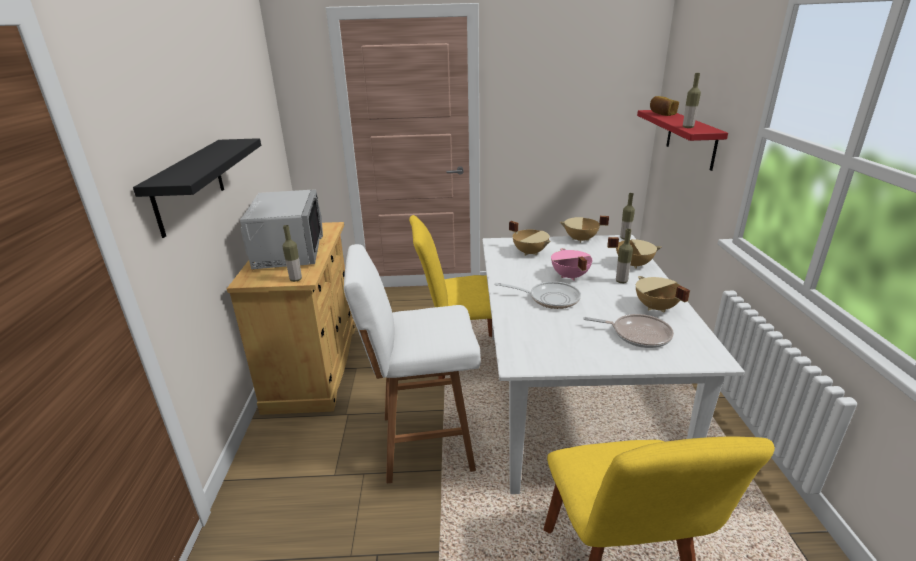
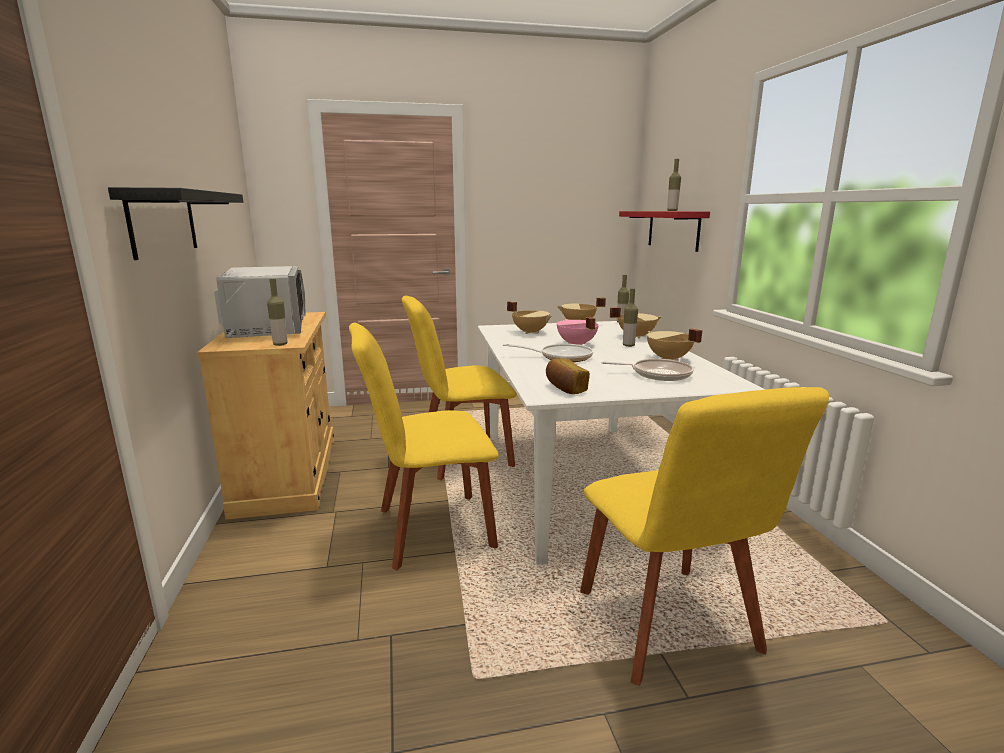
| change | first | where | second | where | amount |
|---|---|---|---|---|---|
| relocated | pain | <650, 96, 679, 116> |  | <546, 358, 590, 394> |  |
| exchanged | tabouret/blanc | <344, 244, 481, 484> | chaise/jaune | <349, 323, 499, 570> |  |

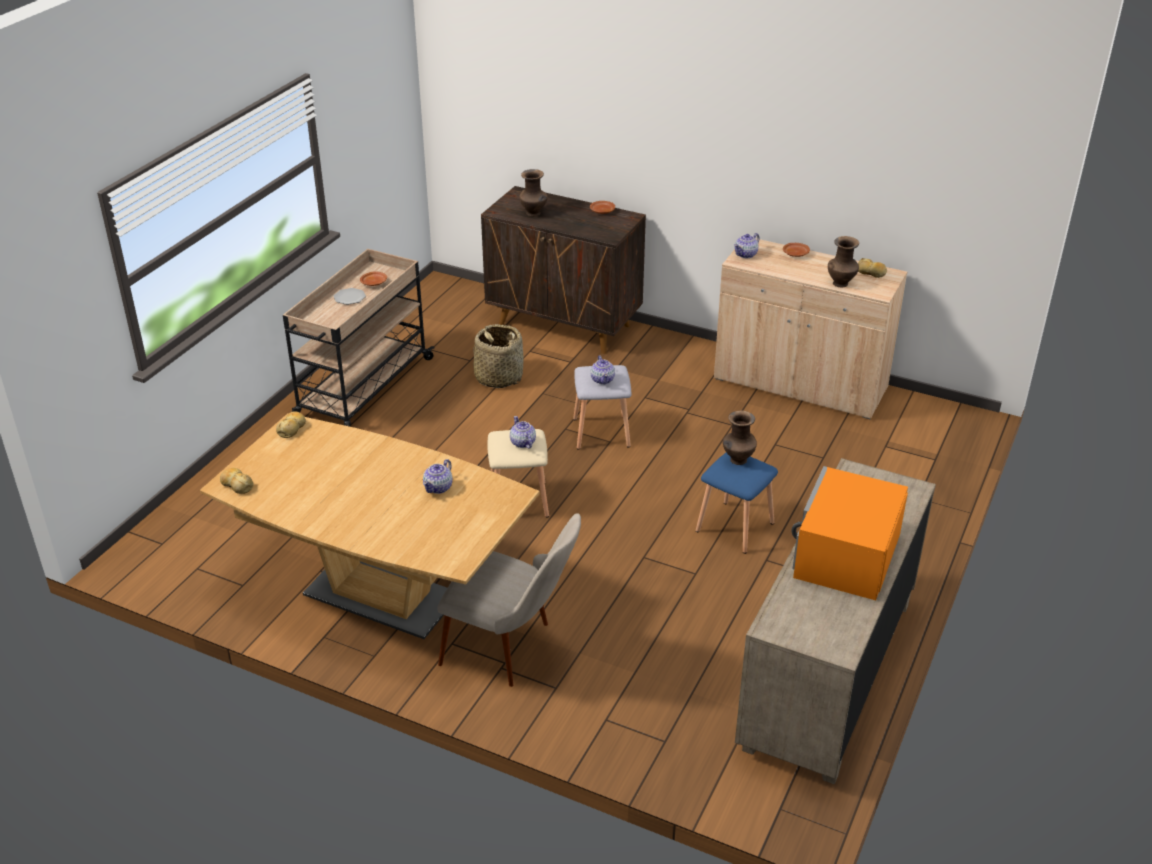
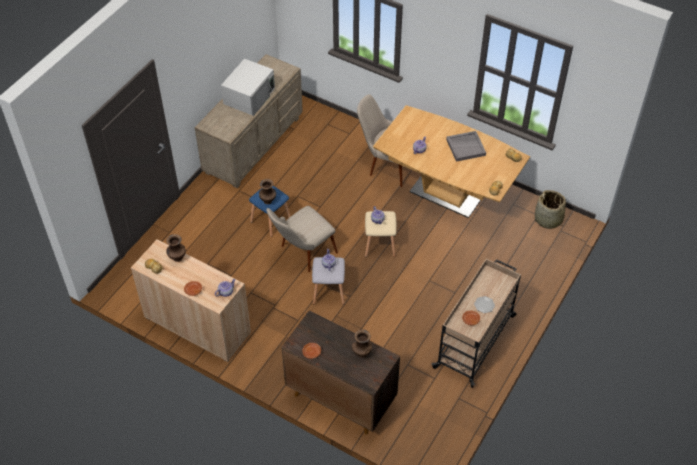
| change | first | where | second | where | amount |
|---|---|---|---|---|---|
| relocated | panier | <473, 324, 523, 388> |  | <535, 190, 566, 229> |  |
| colour | micro-ondes/orange | <791, 466, 908, 600> | micro-ondes/blanc | <221, 59, 275, 116> |  |
| appeared |  |  | plateau/gris | <446, 131, 486, 162> |  |
| appeared |  |  | chaise/beige | <266, 206, 338, 272> |  |

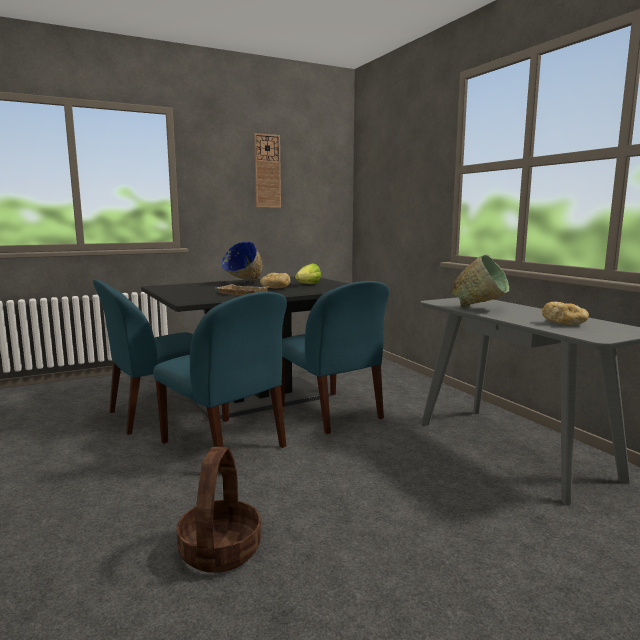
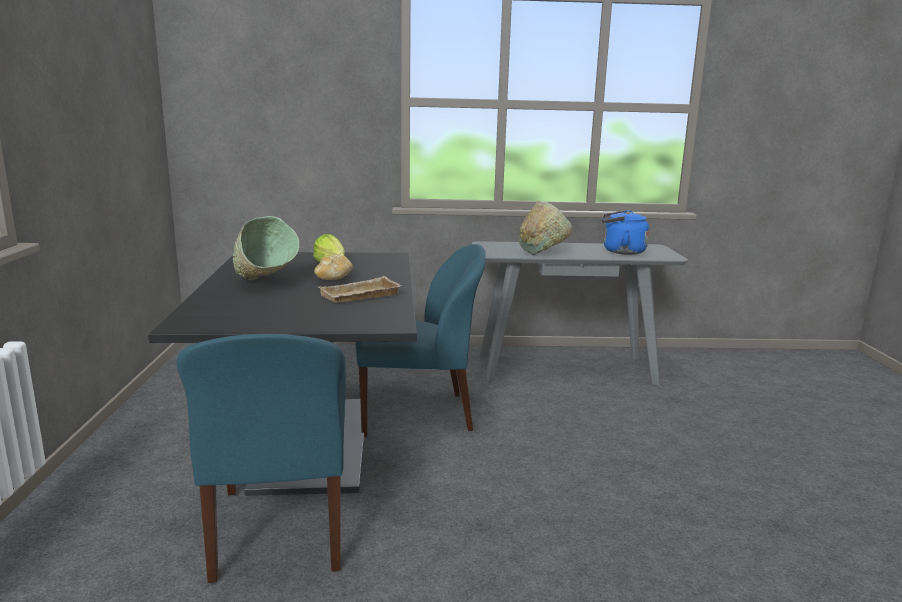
| change | first | where | second | where | amount |
|---|---|---|---|---|---|
| missing | horloge murale | <254, 133, 281, 208> |  |  |  |
| colour | bol/bleu | <222, 242, 263, 283> | bol/vert | <233, 216, 300, 281> |  |
| missing | chaise/bleu | <153, 292, 287, 475> |  |  |  |
| exchanged | pain | <542, 302, 589, 325> | bouilloire/bleu | <602, 210, 649, 255> |  |
| missing | panier | <176, 447, 261, 573> |  |  |  |

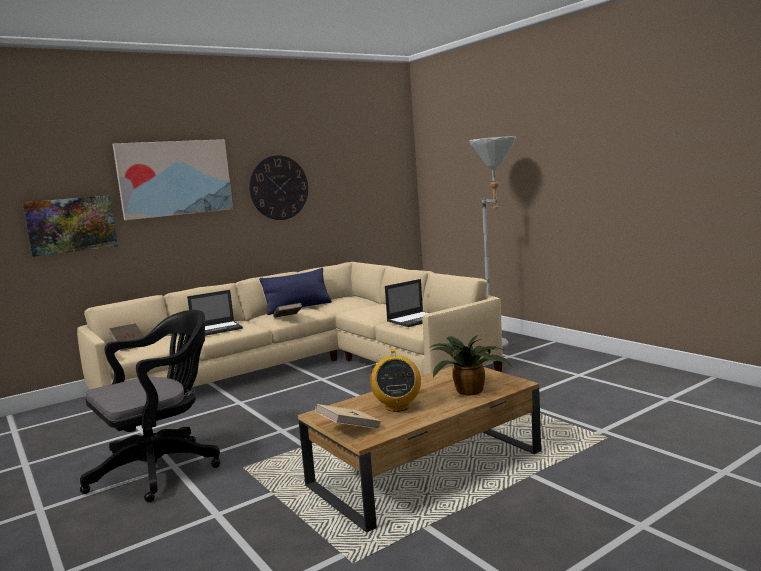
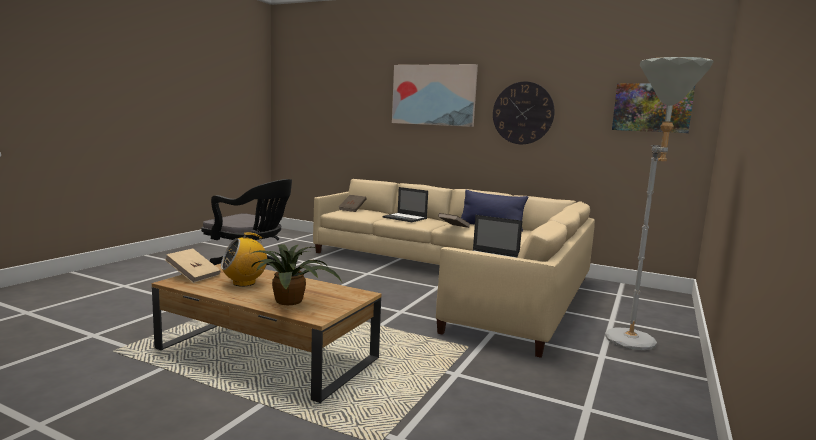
| change | first | where | second | where | amount |
|---|---|---|---|---|---|
| relocated | tableau | <22, 195, 118, 257> |  | <612, 83, 695, 133> |  |

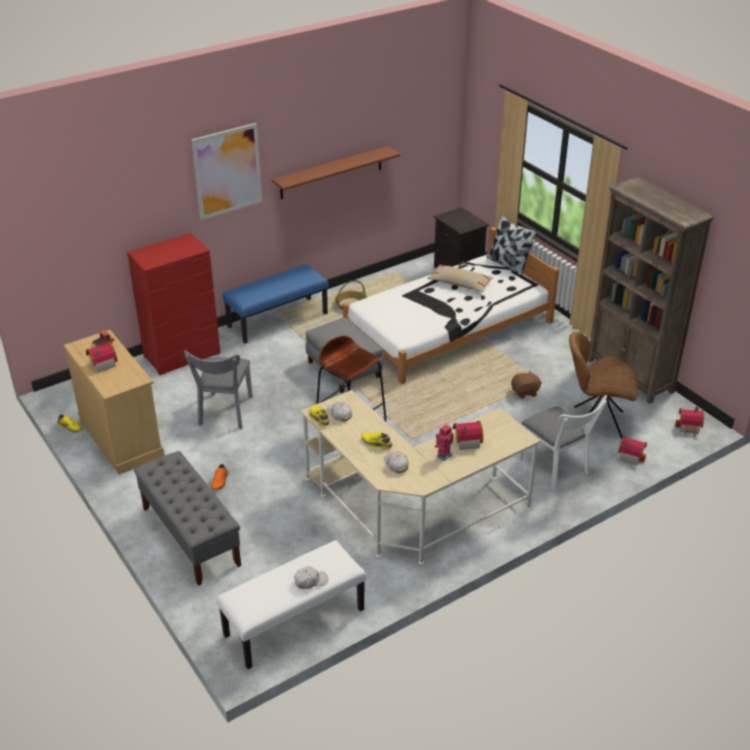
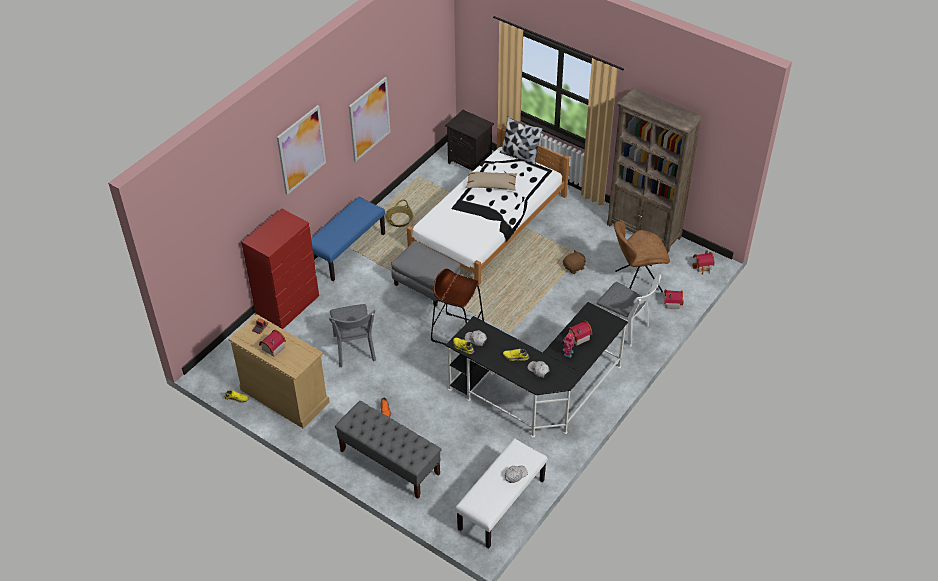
| change | first | where | second | where | amount |
|---|---|---|---|---|---|
| exchanged | étagère/marron | <272, 146, 400, 199> | tableau | <349, 77, 391, 162> |  |
| colour | bureau/beige | <300, 390, 541, 565> | bureau/noir | <445, 302, 628, 438> |  |

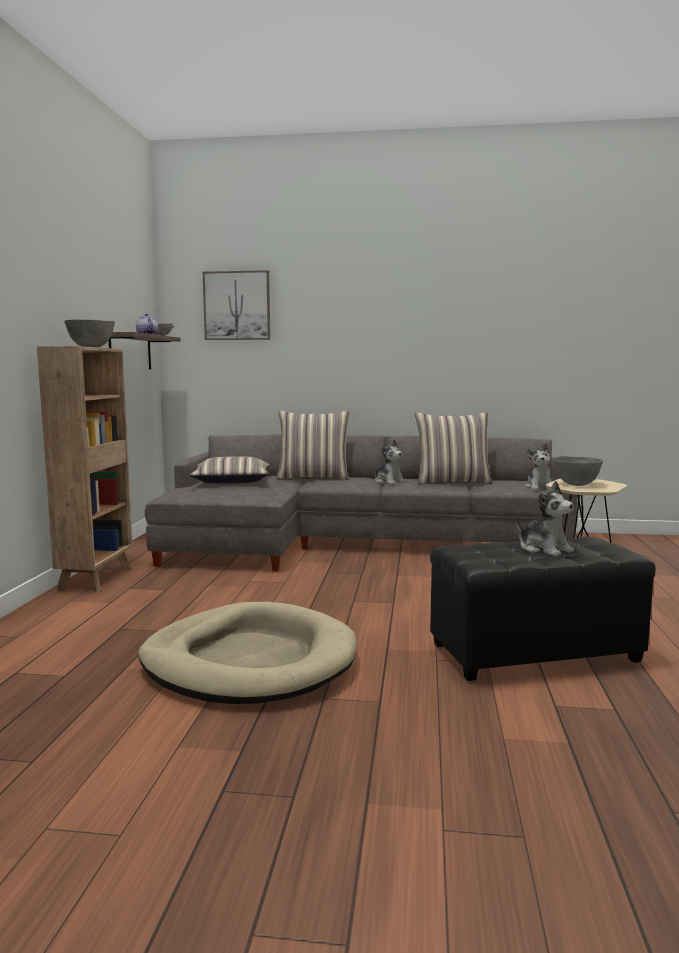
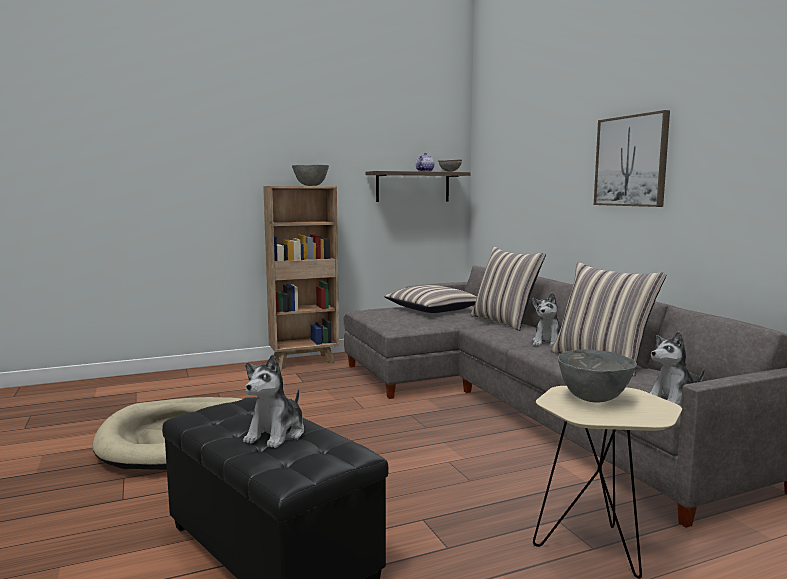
| change | first | where | second | where | amount |
|---|---|---|---|---|---|
| relocated | tableau | <203, 270, 270, 340> |  | <594, 110, 670, 207> |  |

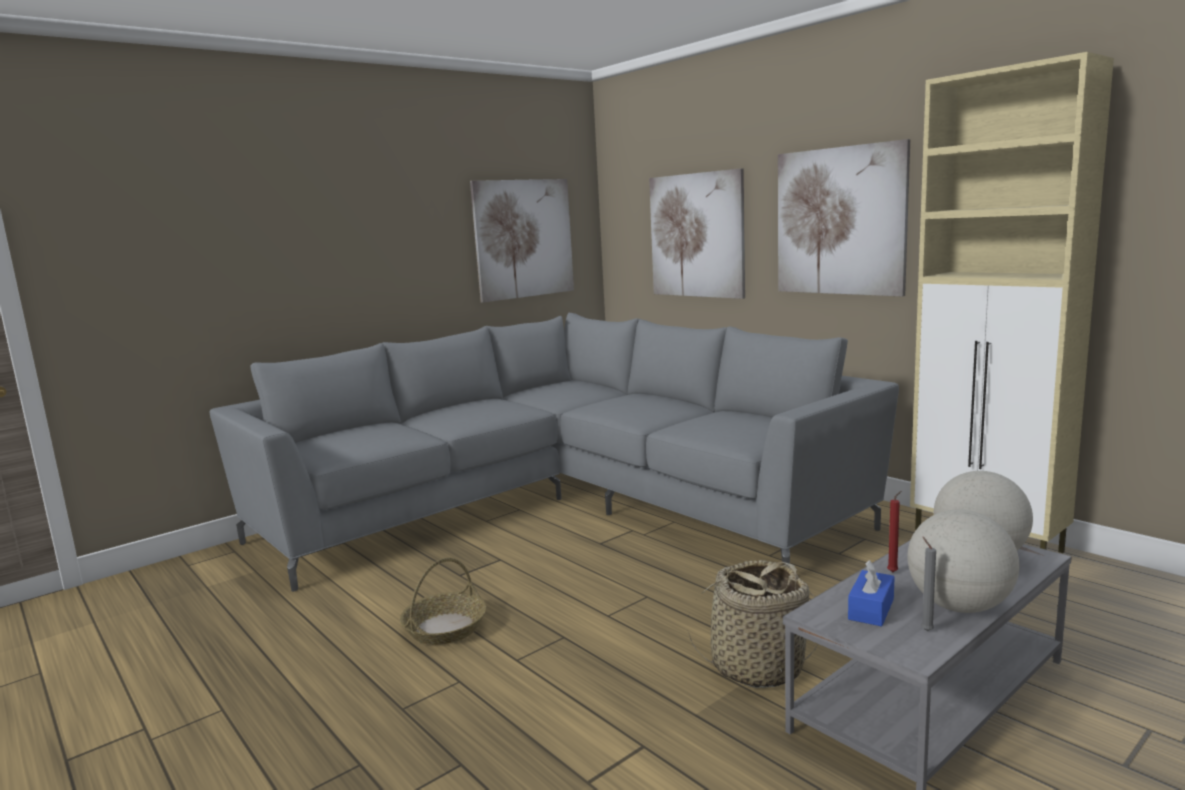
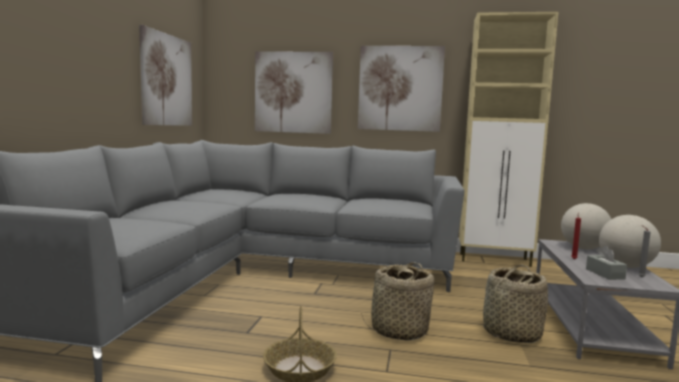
| change | first | where | second | where | amount |
|---|---|---|---|---|---|
| colour | boîte à mouchoirs/bleu | <848, 560, 895, 627> | boîte à mouchoirs/gris | <586, 246, 627, 280> |  |
| appeared |  |  | panier | <361, 262, 434, 341> |  |

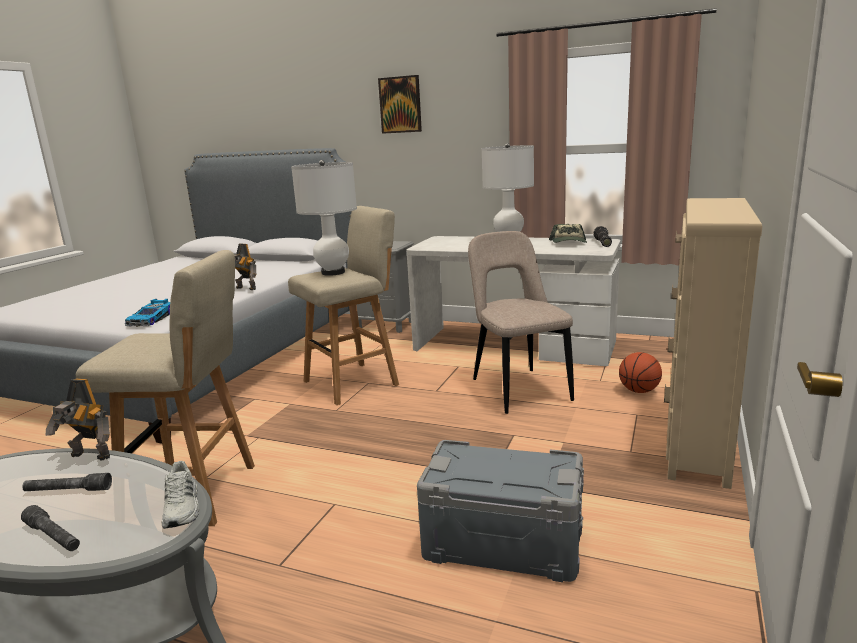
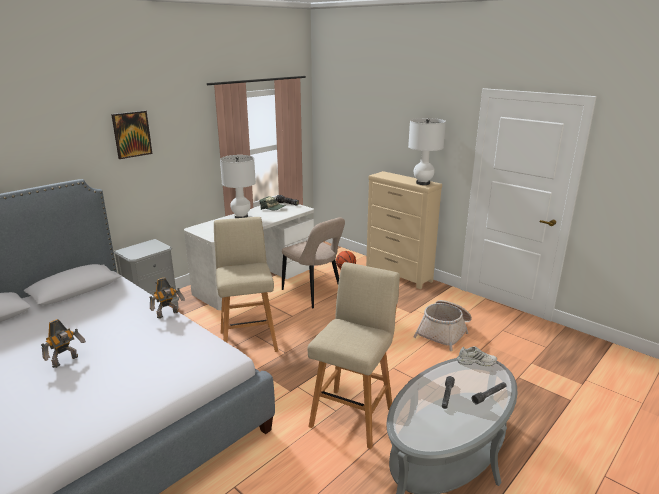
| change | first | where | second | where | amount |
|---|---|---|---|---|---|
| relocated | lampe de table/blanc | <291, 160, 357, 276> |  | <408, 118, 446, 185> |  |
| spun | chaise/beige | <468, 231, 574, 414> |  | <282, 217, 345, 309> | 135 degrees counterclockwise |
| missing | petite voiture | <125, 299, 170, 327> |  |  |  |
| relocated | robot jouet | <45, 379, 110, 461> |  | <41, 319, 86, 368> |  |
| exchanged | boîte de rangement/gris | <417, 440, 584, 582> | panier | <414, 300, 472, 351> |  |

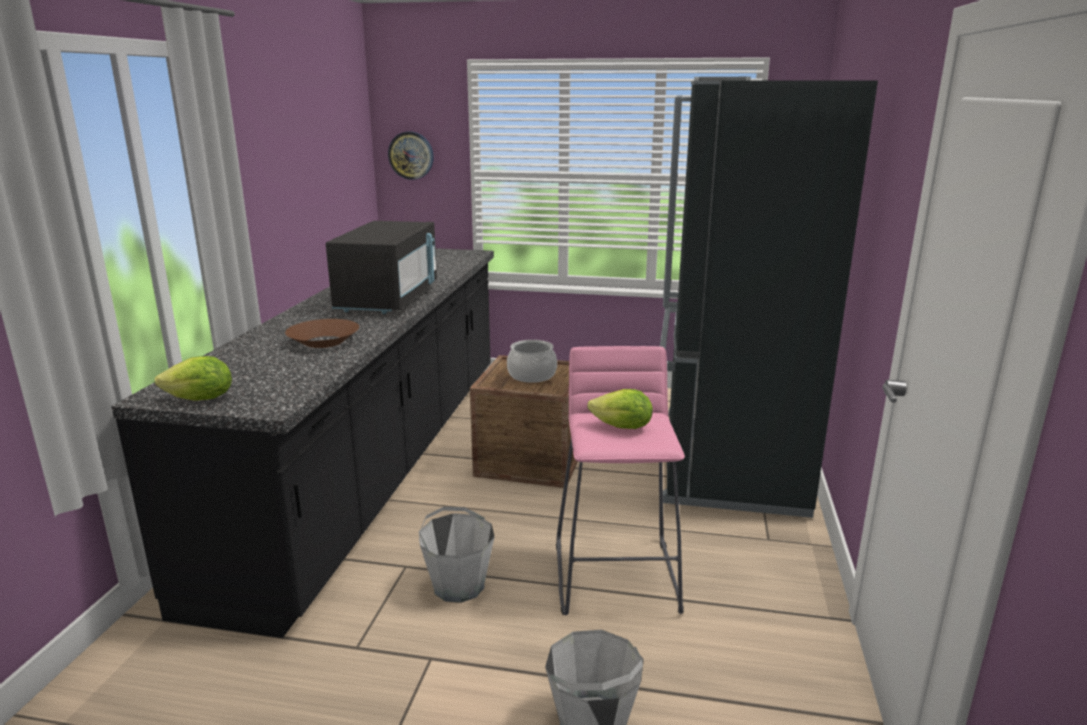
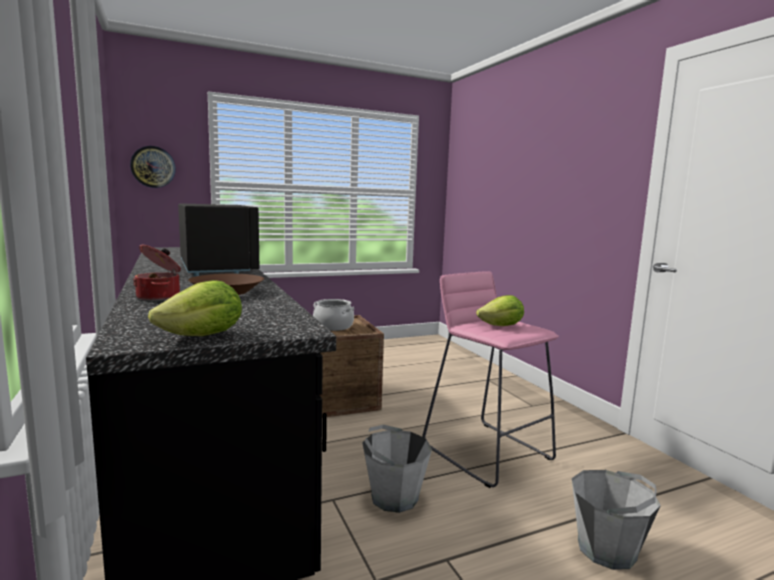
| change | first | where | second | where | amount |
|---|---|---|---|---|---|
| missing | réfrigérateur/noir | <660, 77, 878, 518> |  |  |  |
| appeared |  |  | marmite | <133, 245, 181, 301> |  |

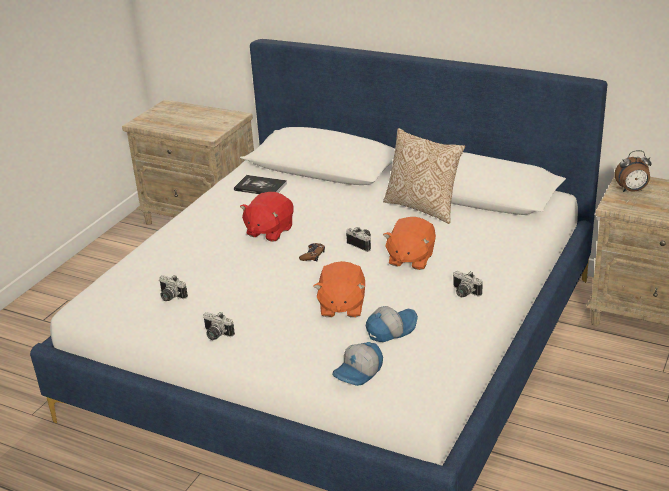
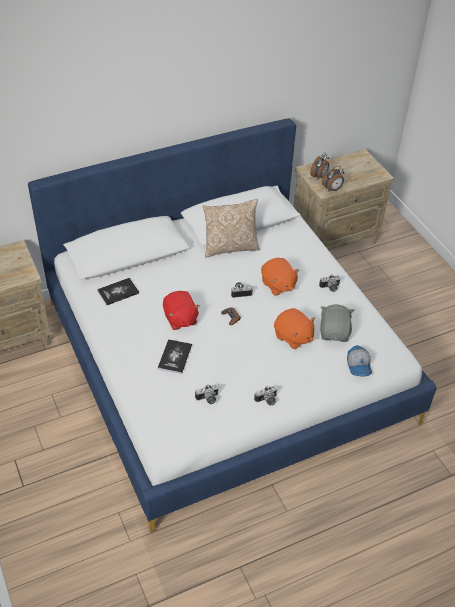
| change | first | where | second | where | amount |
|---|---|---|---|---|---|
| exchanged | casquette | <366, 306, 418, 342> | peluche/gris | <320, 305, 354, 342> |  |
| appeared |  |  | réveil | <322, 166, 344, 192> |  |
| appeared |  |  | livre | <158, 339, 192, 374> |  |

